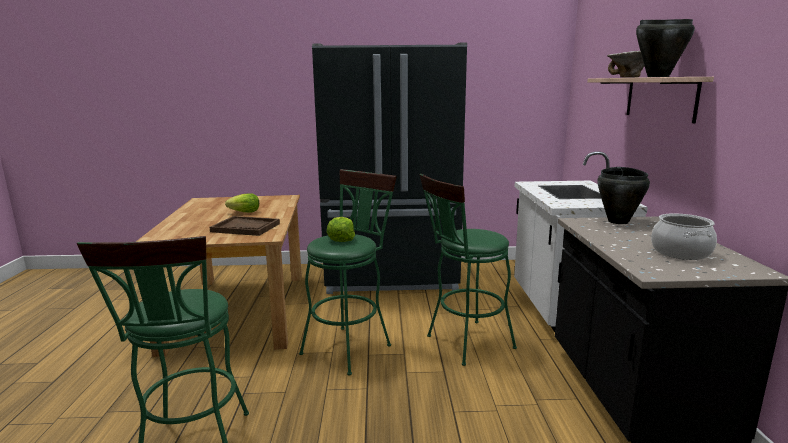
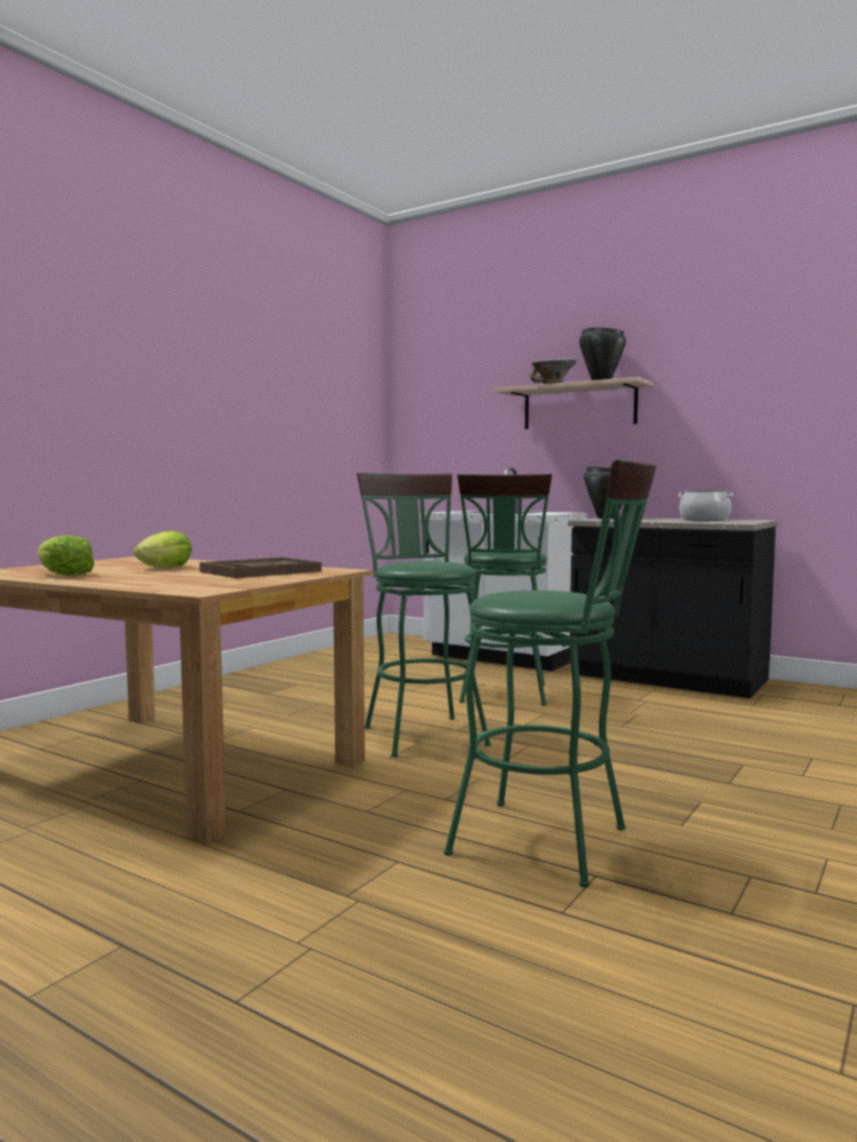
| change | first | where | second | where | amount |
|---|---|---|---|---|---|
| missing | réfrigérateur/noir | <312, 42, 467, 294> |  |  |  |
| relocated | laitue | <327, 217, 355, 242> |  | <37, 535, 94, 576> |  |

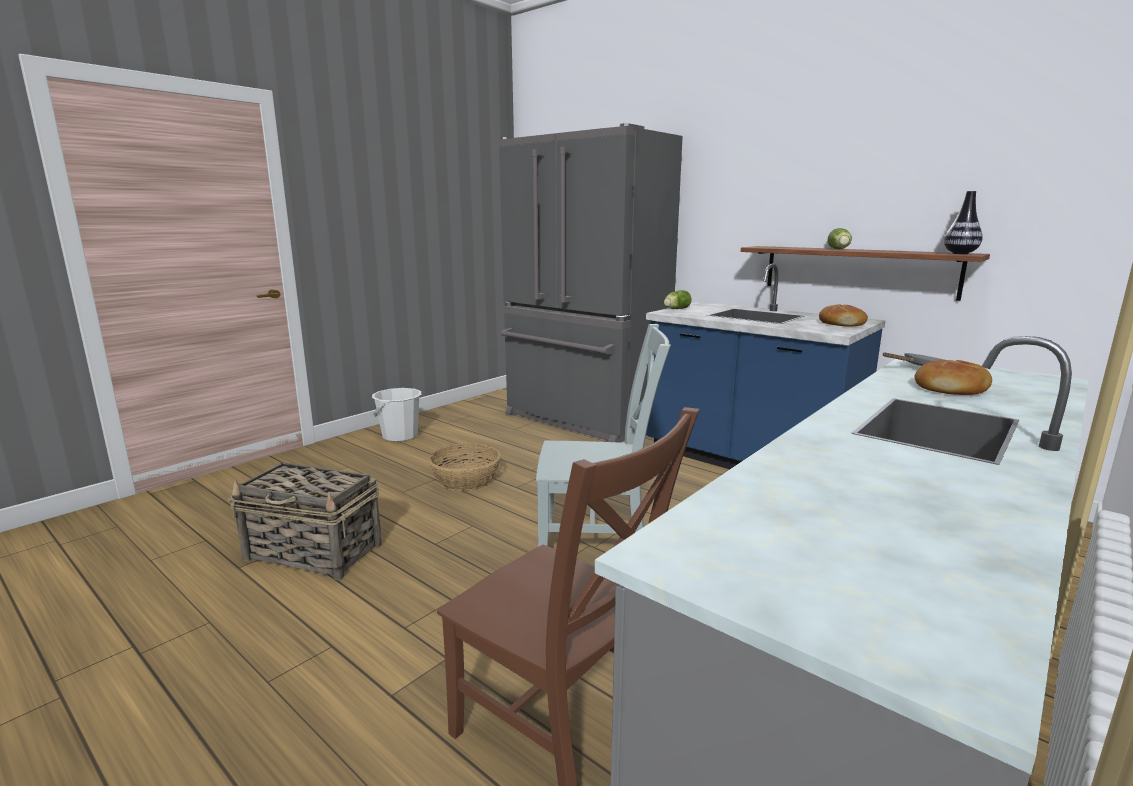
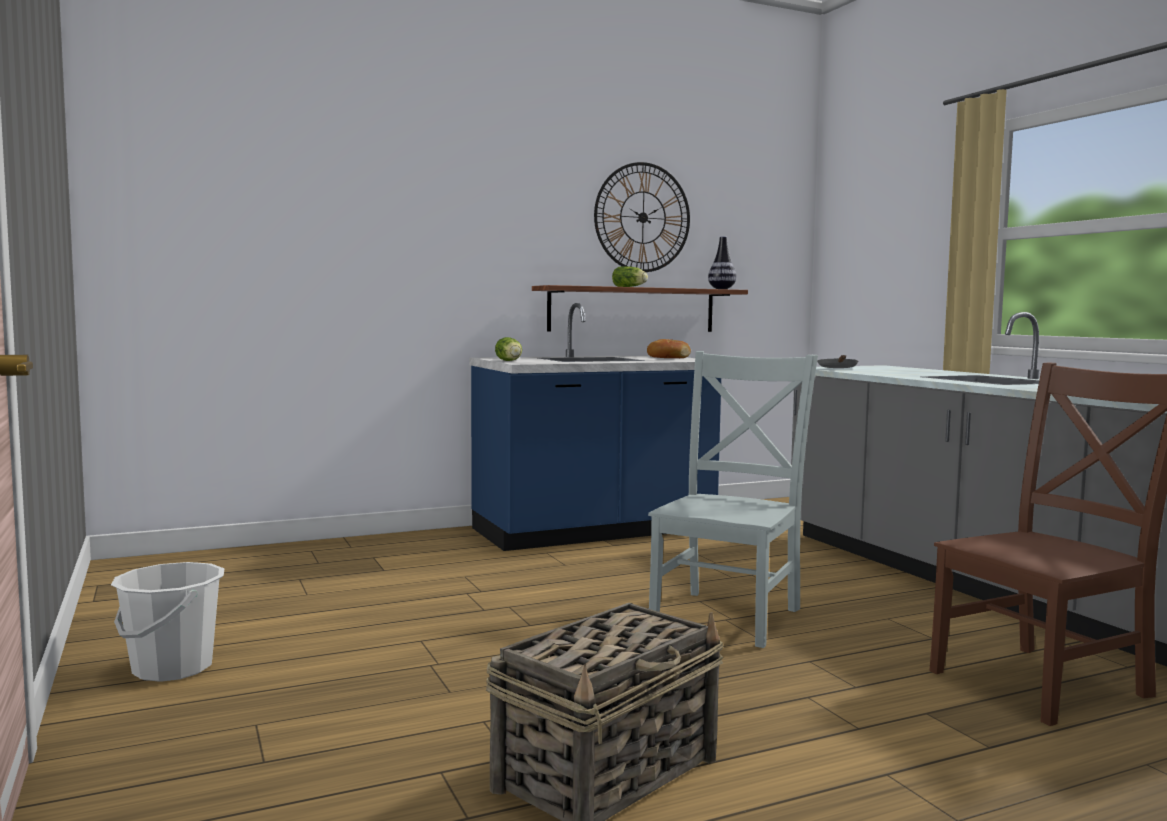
| change | first | where | second | where | amount |
|---|---|---|---|---|---|
| missing | réfrigérateur/gris | <498, 123, 683, 443> |  |  |  |
| missing | pain | <914, 360, 992, 395> |  |  |  |
| missing | panier | <429, 443, 501, 491> |  |  |  |
| appeared |  |  | horloge murale | <594, 162, 690, 272> |  |

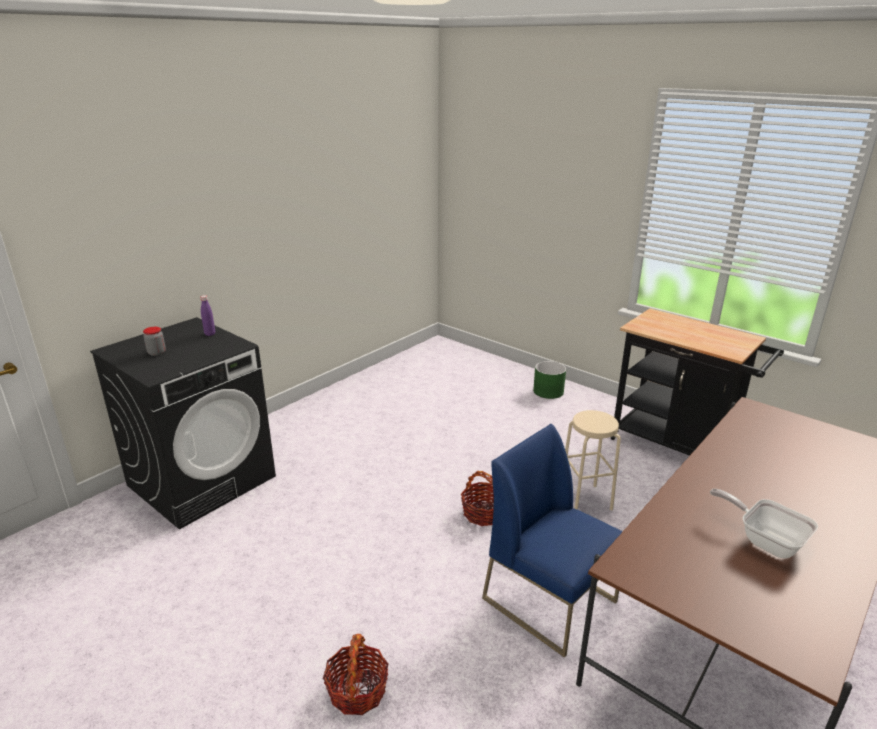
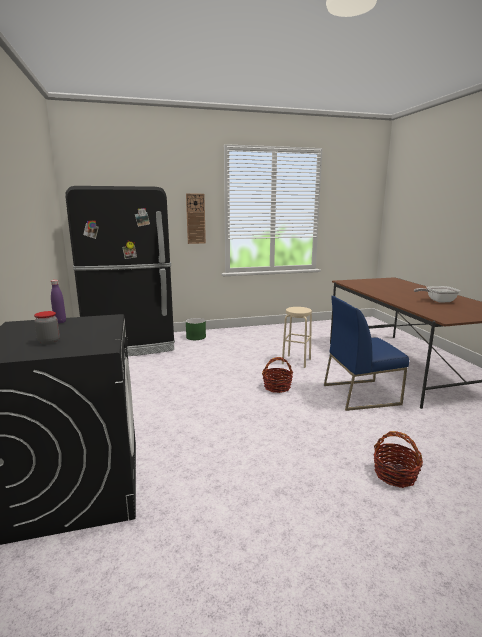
| change | first | where | second | where | amount |
|---|---|---|---|---|---|
| missing | chariot/noir | <611, 308, 784, 456> |  |  |  |
| appeared |  |  | réfrigérateur/noir | <65, 186, 175, 356> |  |
| appeared |  |  | horloge murale | <186, 194, 206, 244> |  |

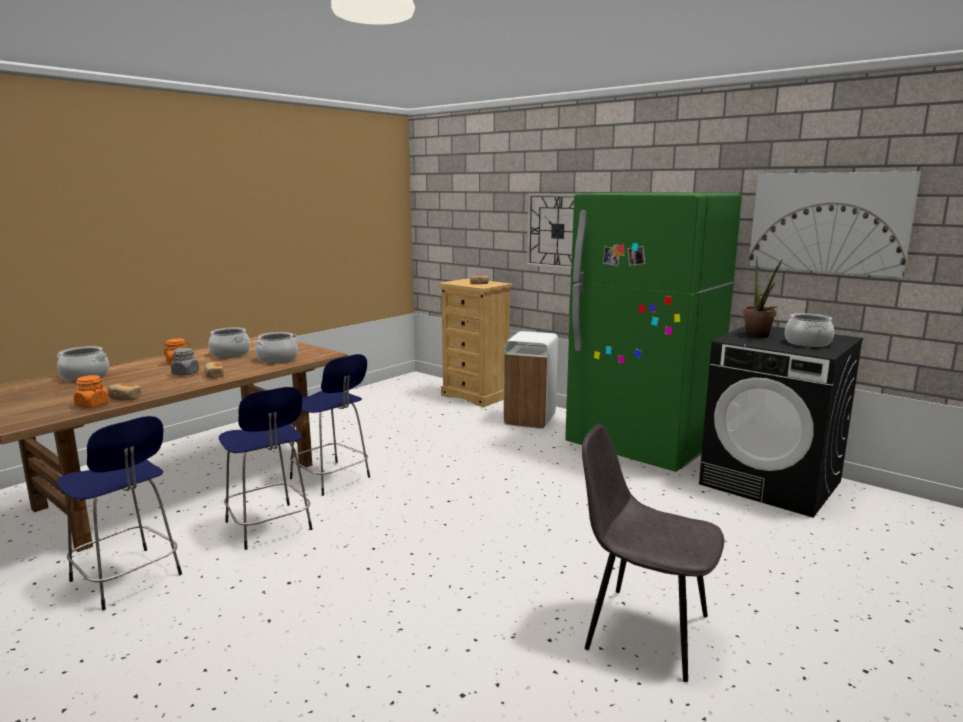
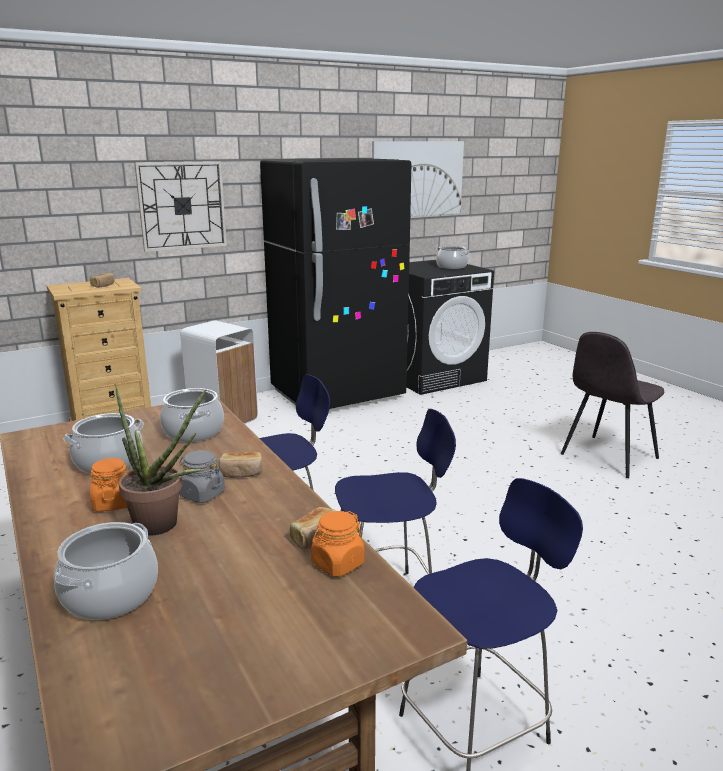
| change | first | where | second | where | amount |
|---|---|---|---|---|---|
| colour | réfrigérateur/vert | <565, 193, 742, 472> | réfrigérateur/noir | <260, 158, 411, 409> |  |
| relocated | plante en pot | <743, 259, 782, 338> |  | <114, 383, 206, 536> |  |

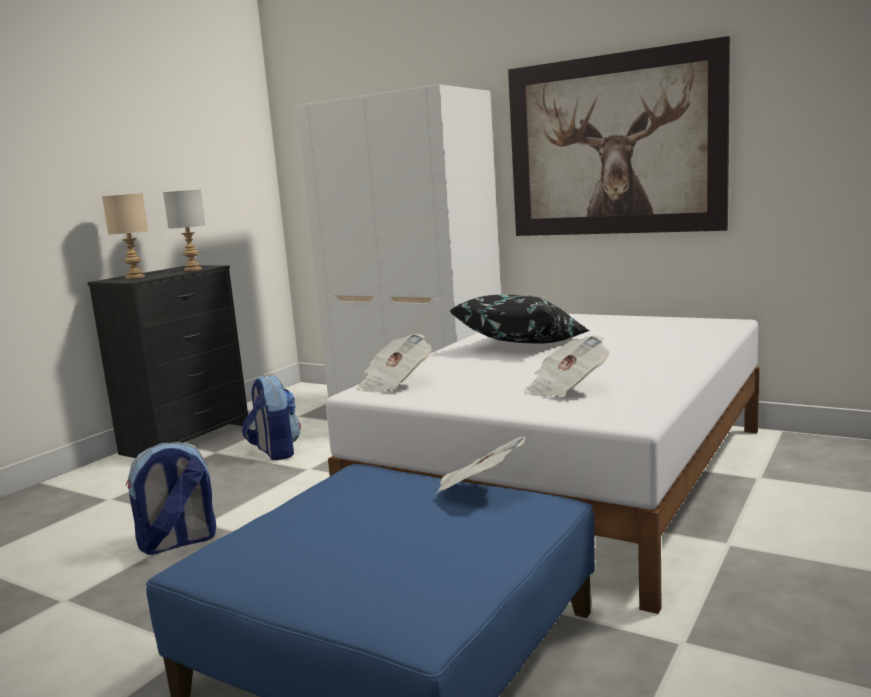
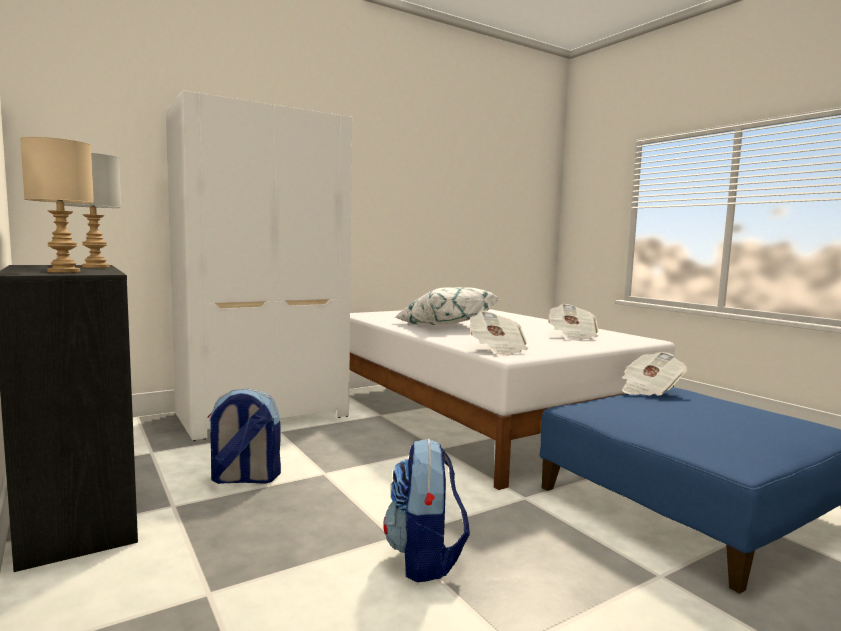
| change | first | where | second | where | amount |
|---|---|---|---|---|---|
| missing | tableau | <508, 36, 730, 236> |  |  |  |
| colour | coussin/noir | <449, 295, 590, 344> | coussin/blanc | <395, 287, 500, 325> |  |

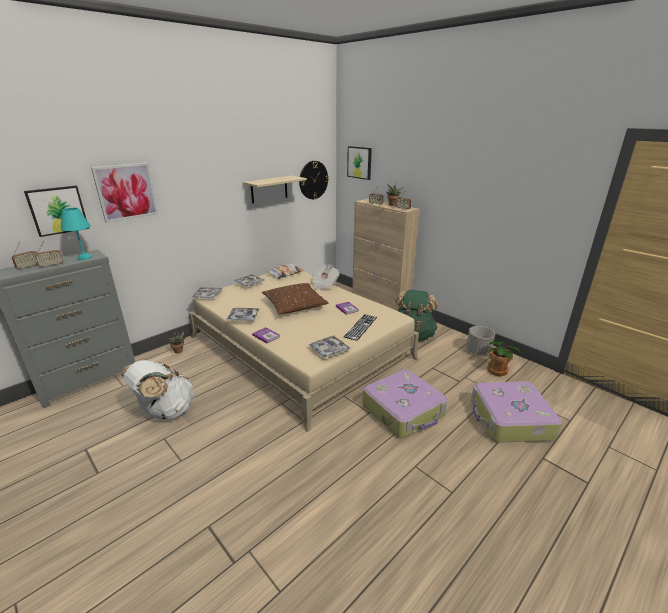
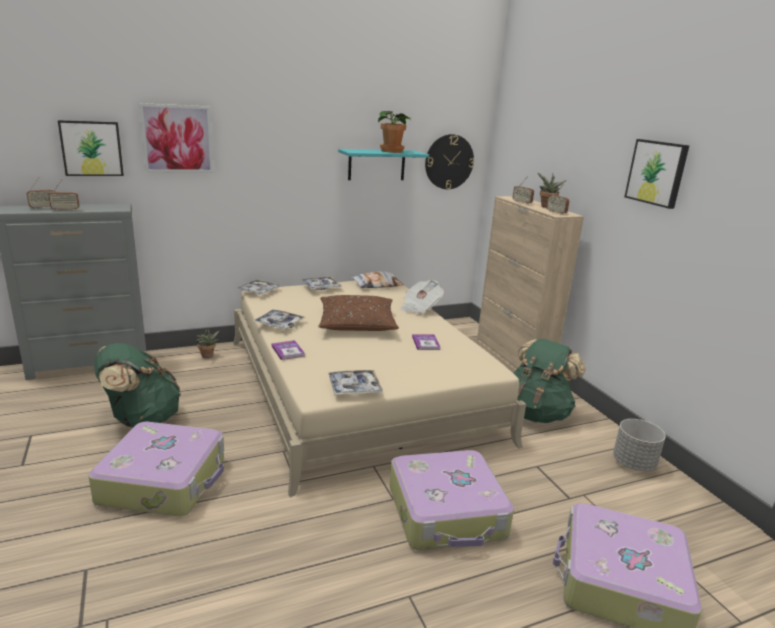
| change | first | where | second | where | amount |
|---|---|---|---|---|---|
| relocated | tableau | <347, 146, 372, 180> |  | <624, 139, 690, 209> |  |
| colour | étagère/beige | <243, 176, 307, 204> | étagère/turquoise | <338, 149, 429, 180> |  |
| missing | lampe de table/turquoise | <61, 208, 92, 260> |  |  |  |
| missing | clavier | <344, 314, 377, 341> |  |  |  |
| relocated | plante en pot | <487, 341, 521, 377> |  | <378, 111, 411, 153> |  |
| colour | sac à dos/blanc | <121, 360, 194, 420> | sac à dos/vert | <94, 343, 181, 427> |  |
| appeared |  |  | valise | <88, 422, 224, 516> |  |

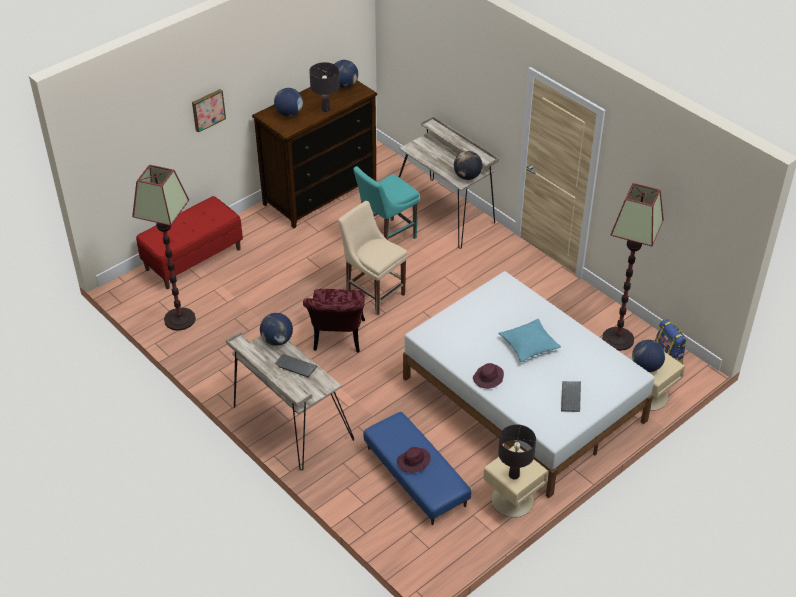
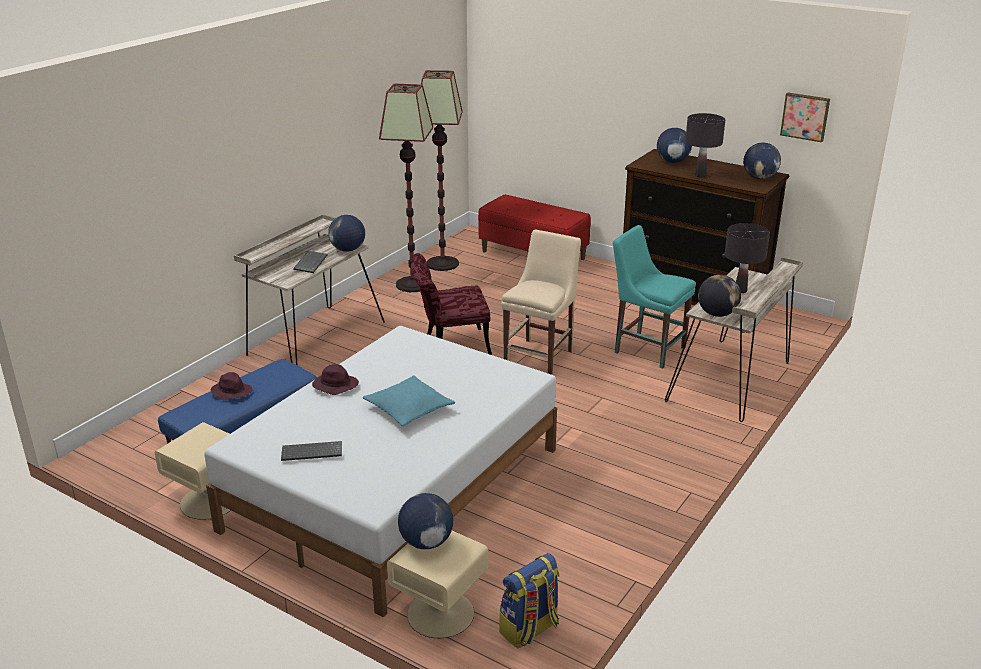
| change | first | where | second | where | amount |
|---|---|---|---|---|---|
| relocated | tableau | <192, 89, 226, 132> |  | <780, 93, 830, 142> |  |
| relocated | lampadaire | <602, 183, 664, 351> |  | <379, 84, 433, 292> |  |
| relocated | lampe de table/noir | <498, 425, 536, 479> |  | <725, 223, 770, 293> |  |

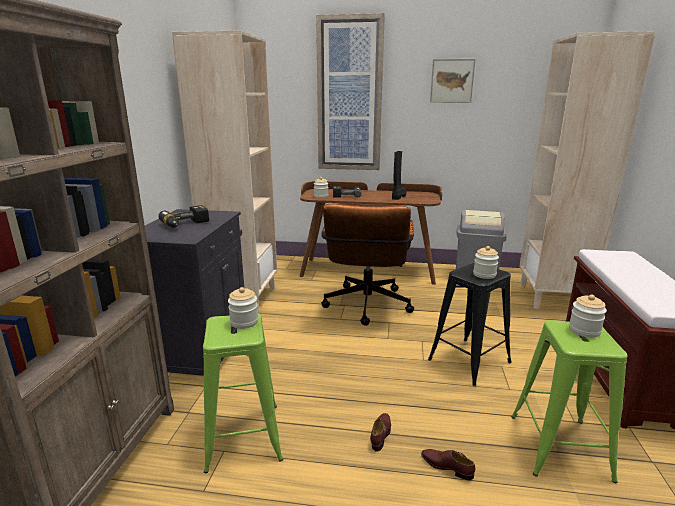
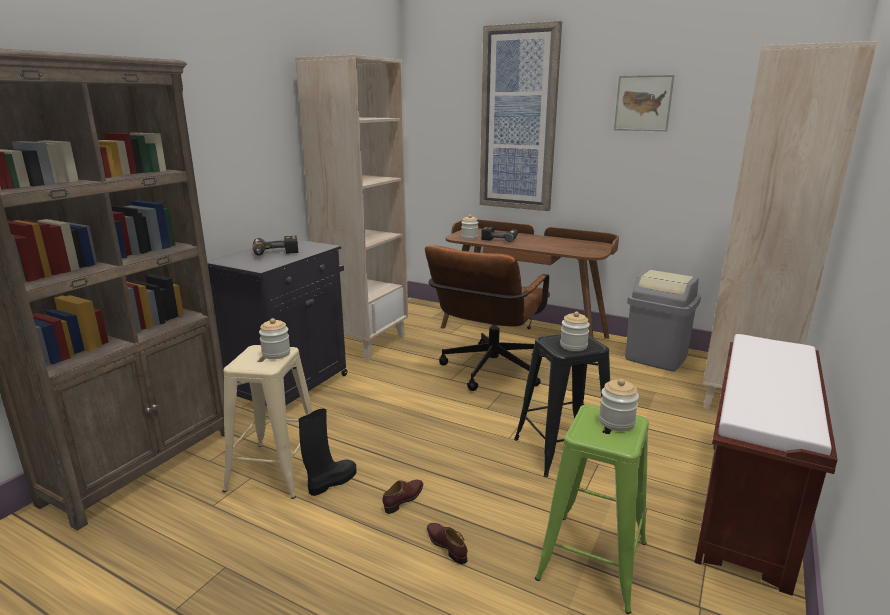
| change | first | where | second | where | amount |
|---|---|---|---|---|---|
| relocated | botte/noir | <392, 151, 406, 200> |  | <299, 409, 357, 496> |  |
| colour | tabouret/vert | <203, 313, 283, 473> | tabouret/beige | <223, 345, 312, 499> |  |

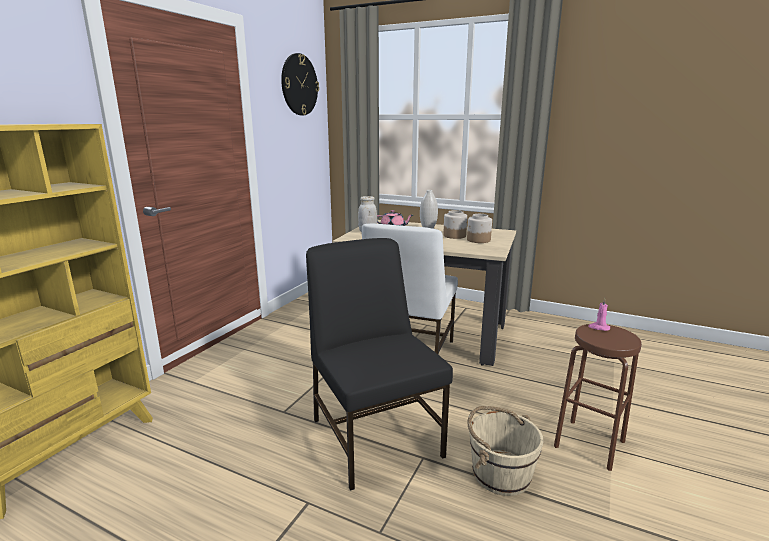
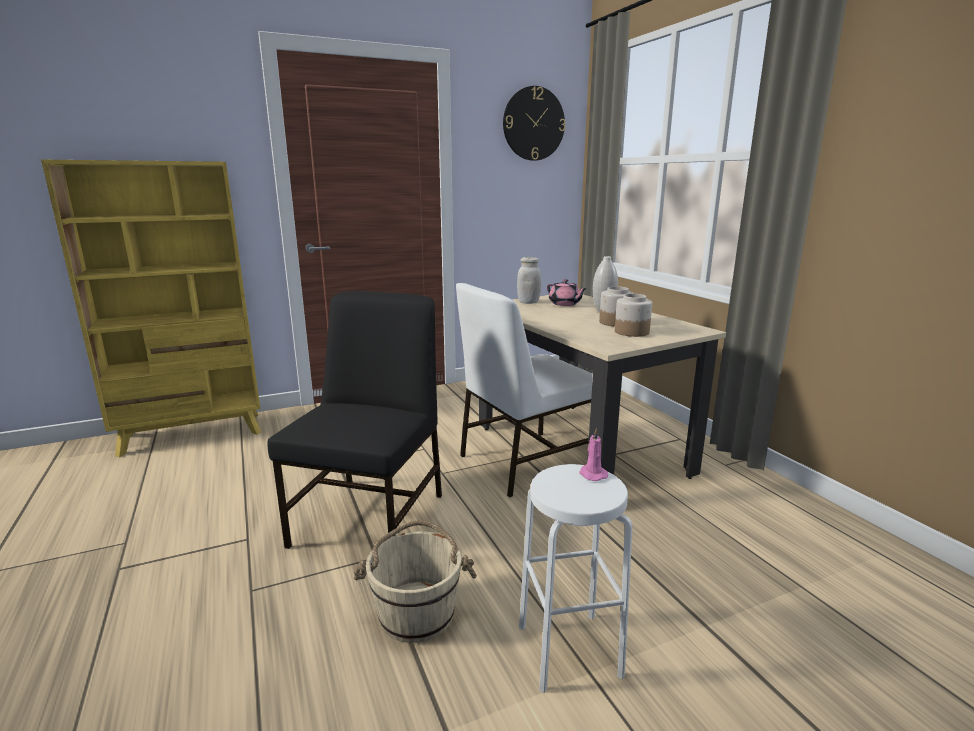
| change | first | where | second | where | amount |
|---|---|---|---|---|---|
| colour | tabouret/marron | <554, 324, 642, 471> | tabouret/blanc | <519, 464, 632, 693> |  |

